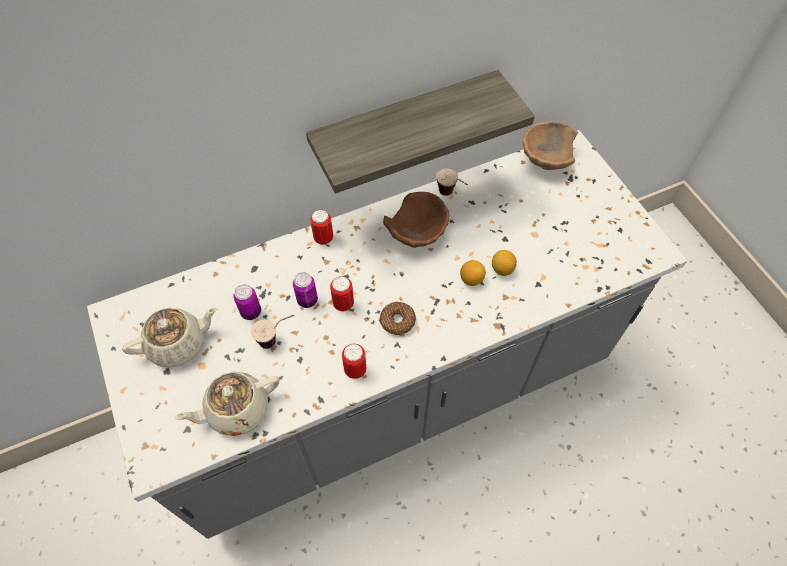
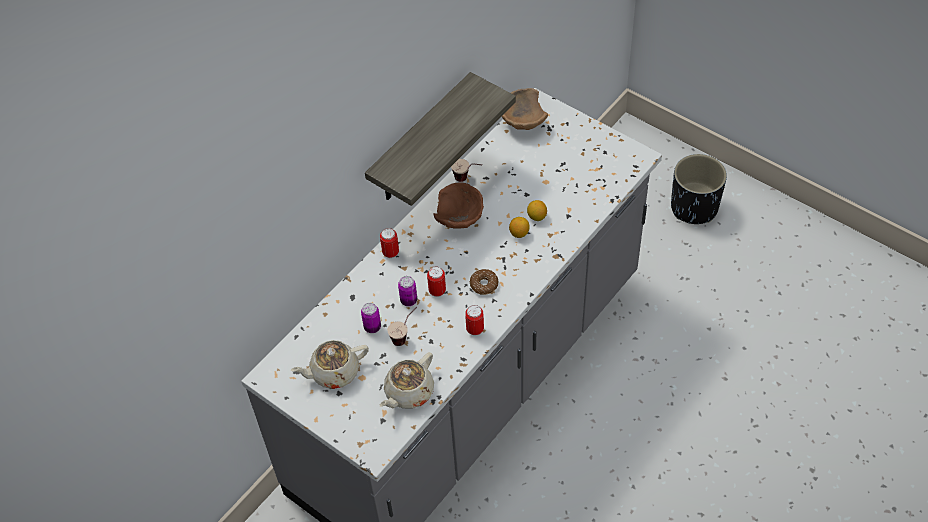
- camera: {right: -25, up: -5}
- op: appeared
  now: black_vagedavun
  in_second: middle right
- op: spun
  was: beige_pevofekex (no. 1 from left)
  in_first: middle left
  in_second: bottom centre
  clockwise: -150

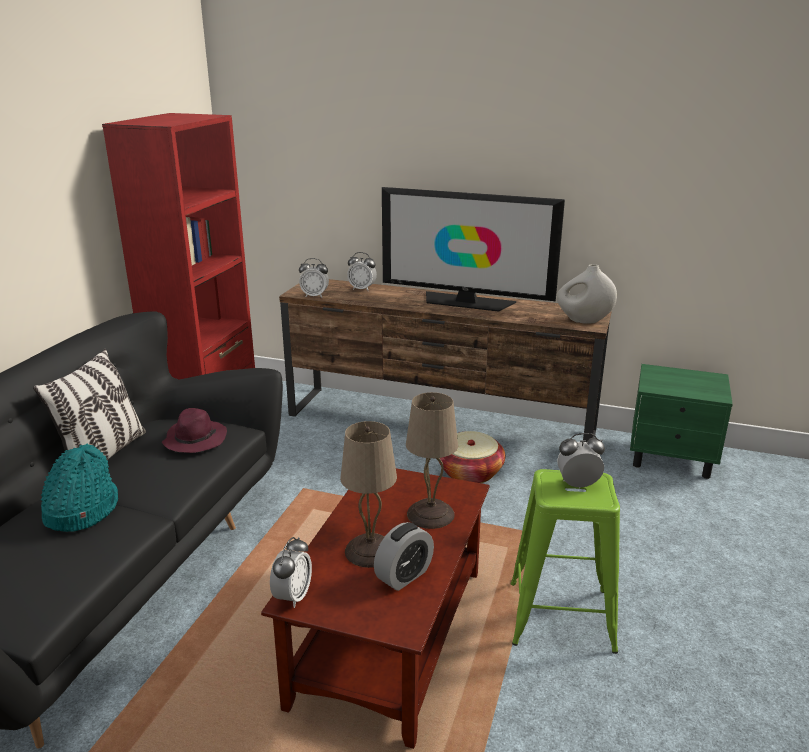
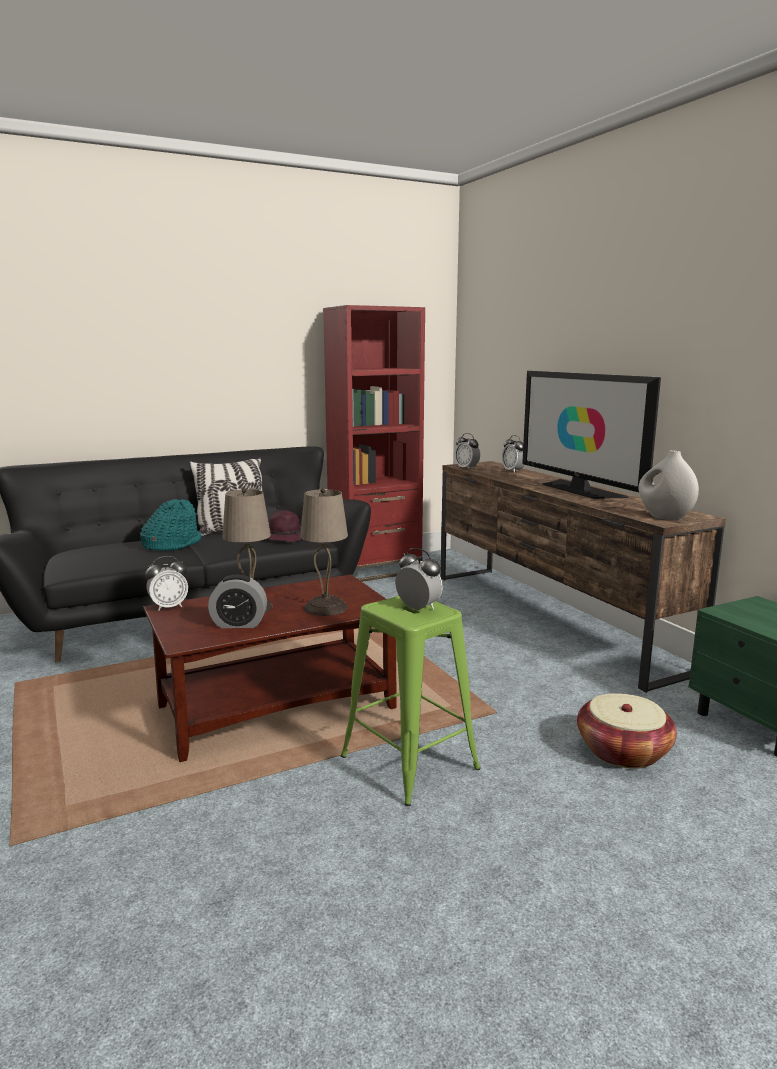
- camera: {right: 45, up: -10}
- op: relocated
  was: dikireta
  in_first: centre
  in_second: bottom right

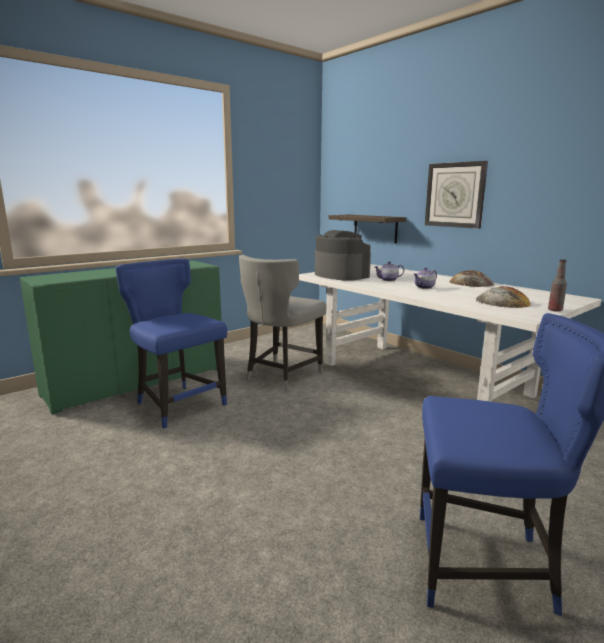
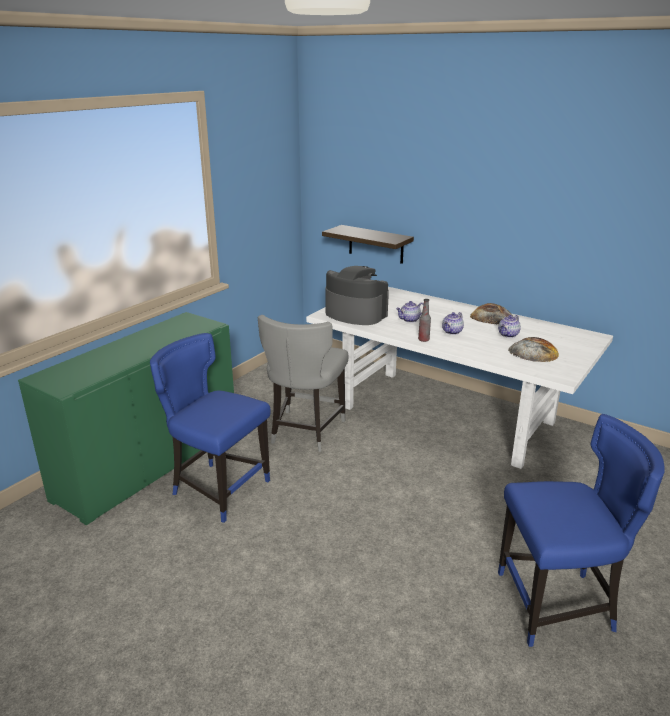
- camera: {right: -15, up: 10}
- op: missing
  was: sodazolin
  in_first: top right
- op: appeared
  now: pevofekex (no. 3 from left)
  in_second: middle right
- op: relocated
  was: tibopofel
  in_first: middle right
  in_second: centre

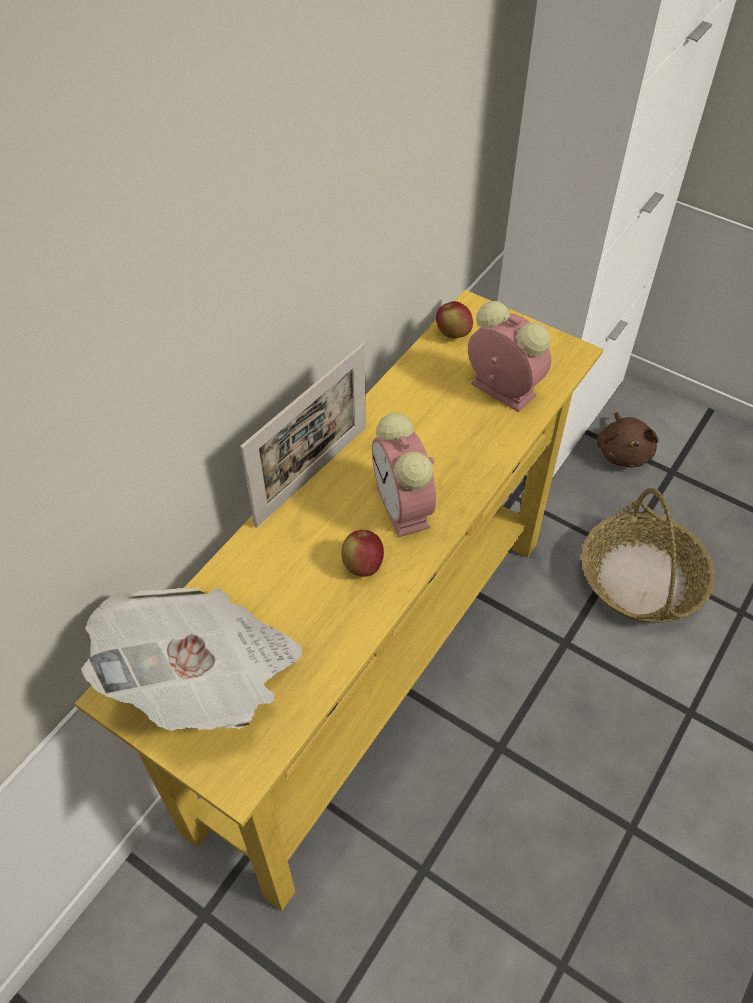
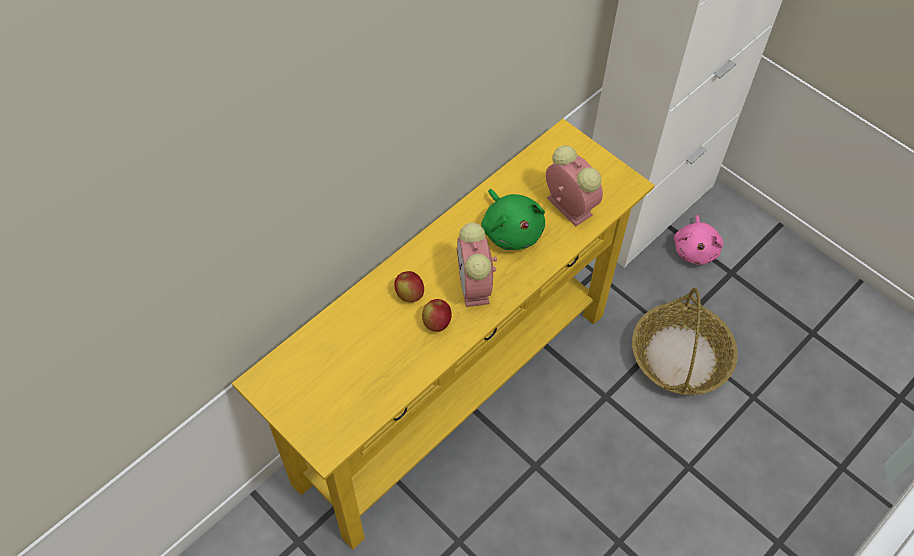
- camera: {right: 10, up: 5}
- op: missing
  was: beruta
  in_first: middle left
- op: missing
  was: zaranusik
  in_first: centre
- op: appeared
  now: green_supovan
  in_second: centre
- op: relocated
  was: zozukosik (no. 2 from left in the first image)
  now: zozukosik (no. 1 from left)
  in_first: top centre
  in_second: centre
- op: colour
  was: brown_supovan
  now: pink_supovan
  in_first: middle right
  in_second: middle right

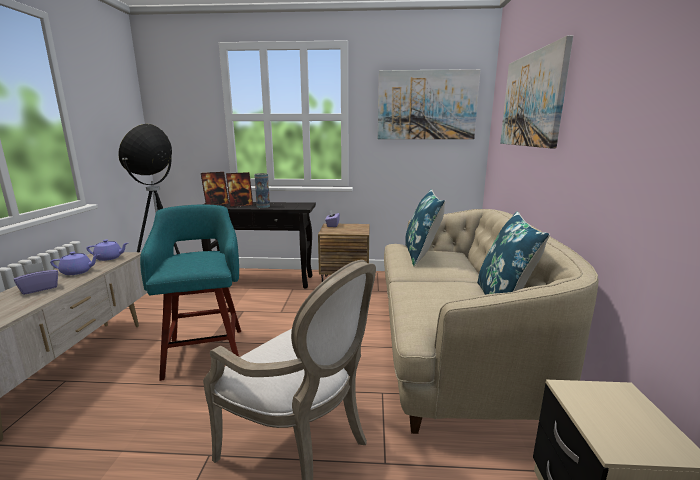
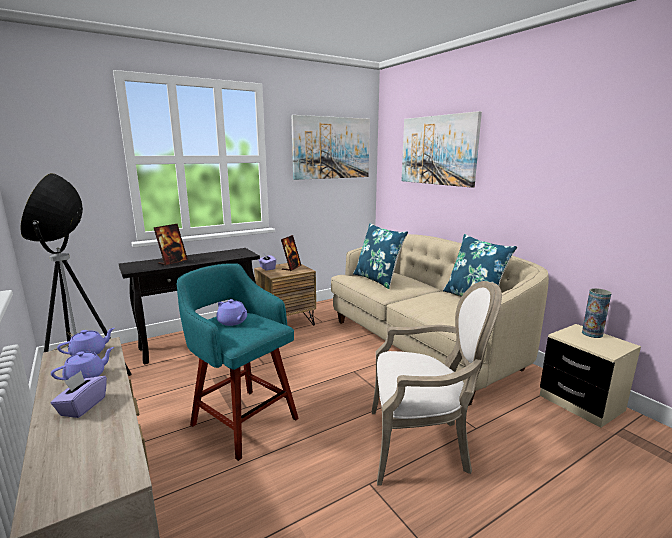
- camera: {right: -35, up: 0}
- op: appeared
  now: purple_pevofekex (no. 3 from left)
  in_second: centre
- op: relocated
  was: zaranusik (no. 1 from left in the first image)
  now: zaranusik (no. 2 from left)
  in_first: middle left
  in_second: centre
- op: relocated
  was: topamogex
  in_first: centre
  in_second: middle right

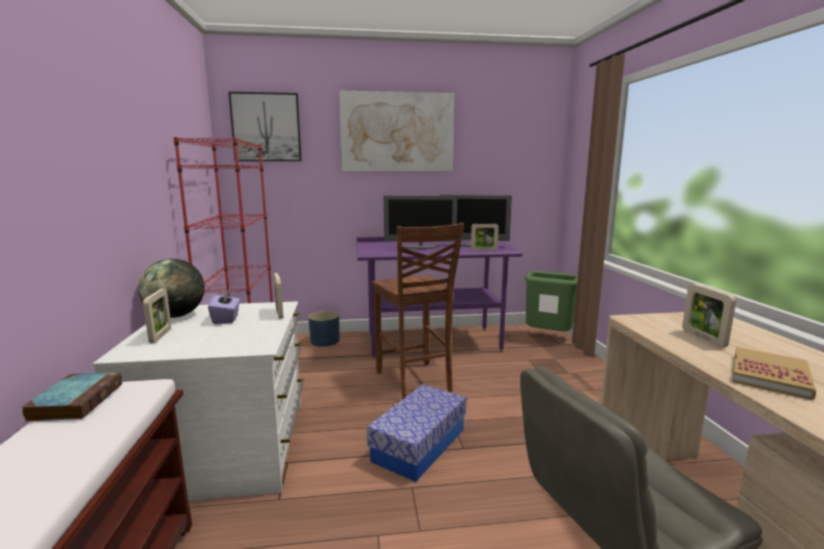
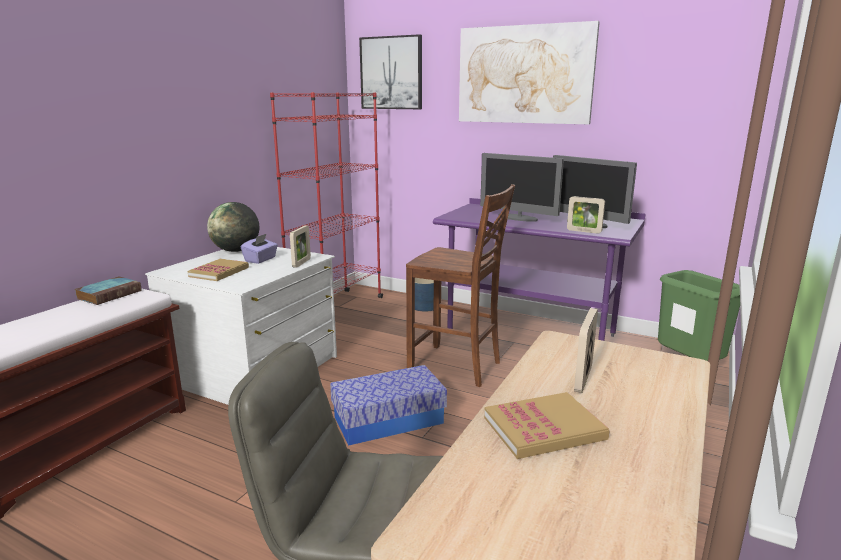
- camera: {right: 35, up: 5}
- op: missing
  was: zaranusik (no. 1 from left)
  in_first: middle left
- op: appeared
  now: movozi (no. 2 from left)
  in_second: middle left
- op: spun
  was: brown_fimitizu
  in_first: centre
  in_second: centre
  clockwise: -75

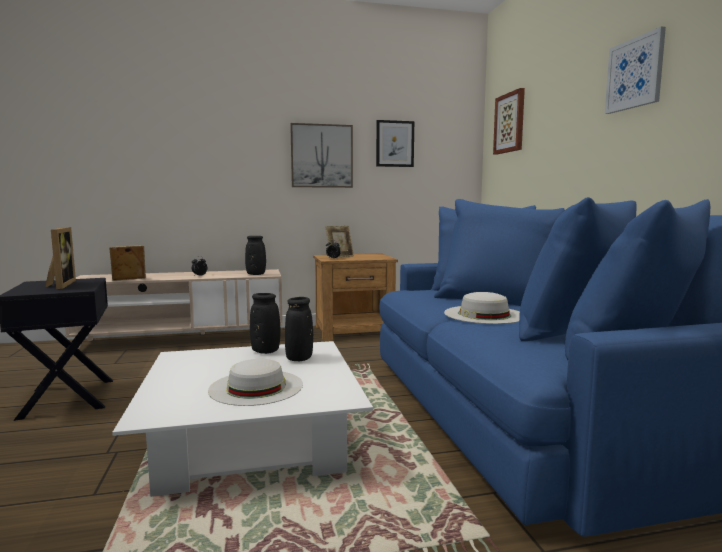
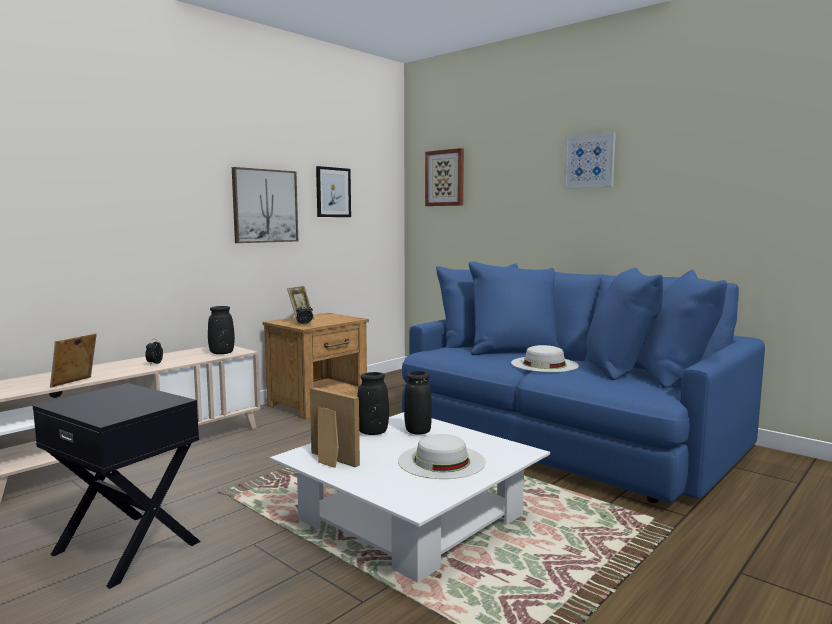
- camera: {right: -35, up: 0}
- op: relocated
  was: zaranusik (no. 1 from left in the first image)
  now: zaranusik (no. 3 from left)
  in_first: middle left
  in_second: bottom centre

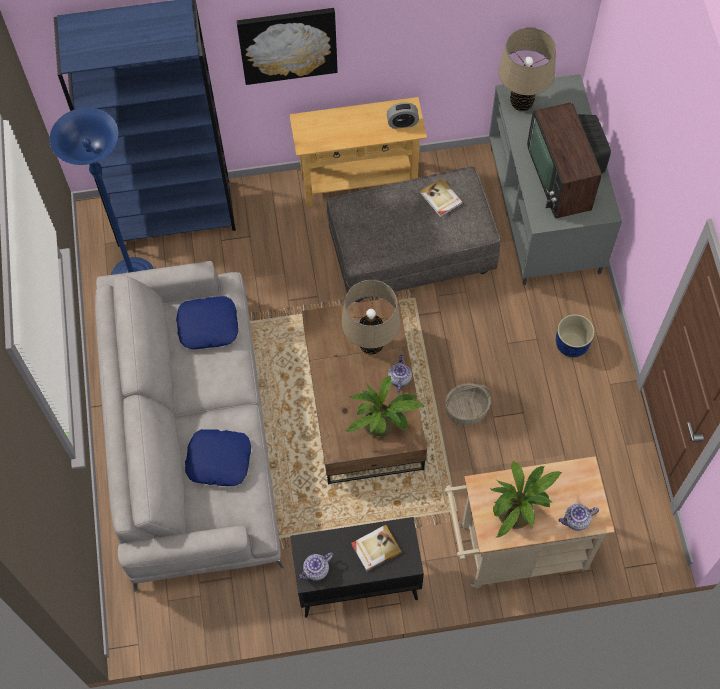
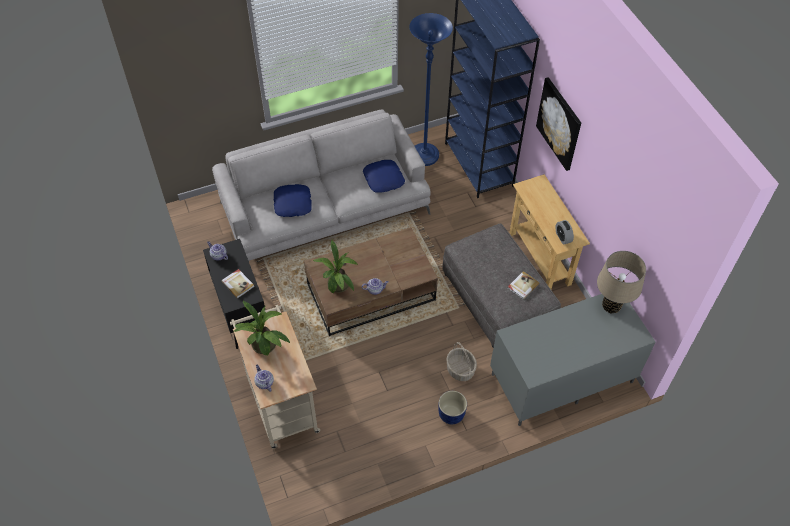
- camera: {right: 75, up: -10}
- op: missing
  was: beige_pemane (no. 1 from left)
  in_first: centre
- op: missing
  was: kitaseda
  in_first: top right
- op: relocated
  was: dikireta
  in_first: centre
  in_second: bottom centre

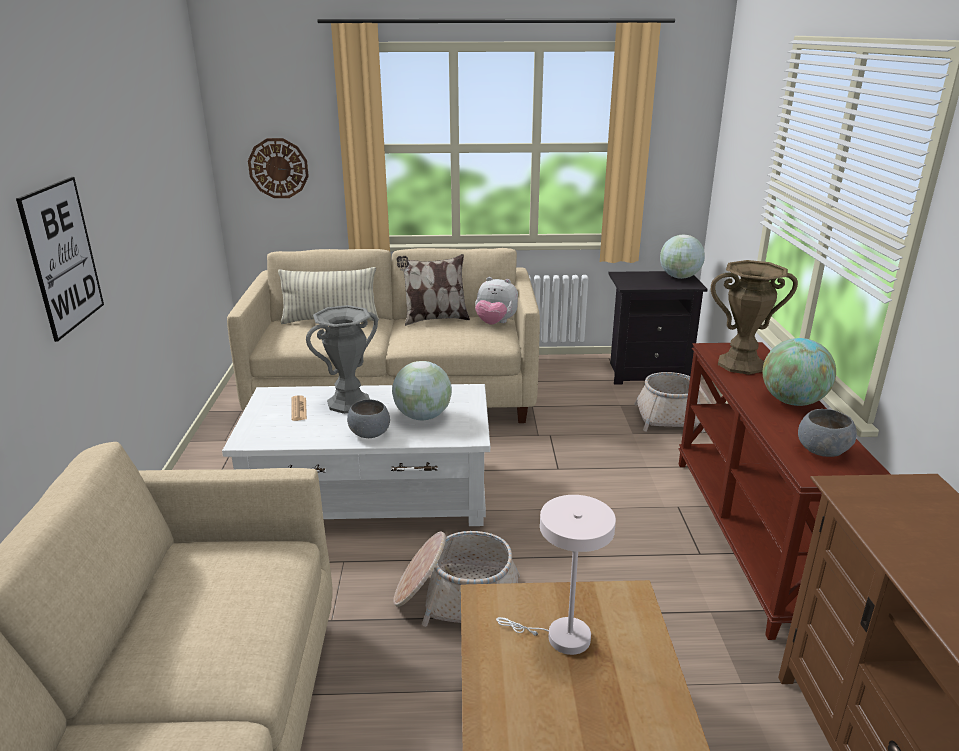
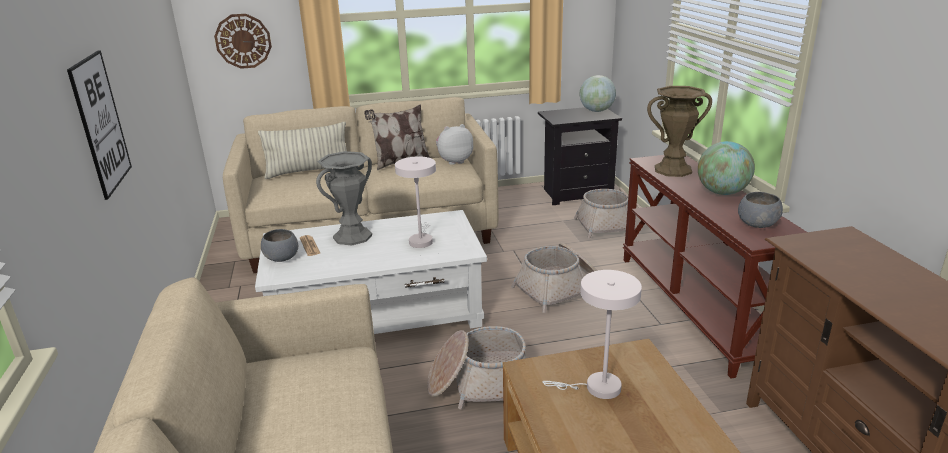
- camera: {right: -10, up: 0}
- op: appeared
  now: dikireta (no. 2 from left)
  in_second: centre
- op: relocated
  was: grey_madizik (no. 1 from left)
  in_first: centre
  in_second: middle left
- op: exchanged
  was: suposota (no. 1 from left)
  now: white_pemane (no. 1 from left)
  in_first: centre
  in_second: centre
- op: spun
  was: supovan
  in_first: centre
  in_second: top centre
  clockwise: 150

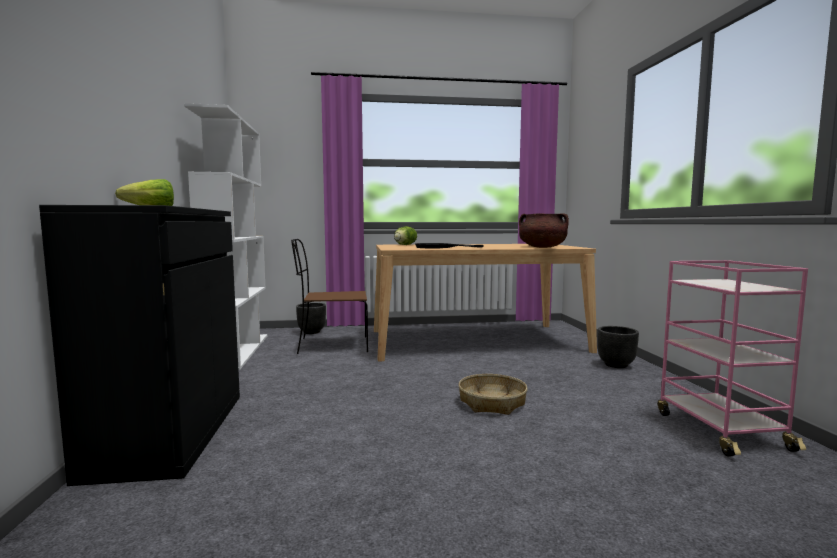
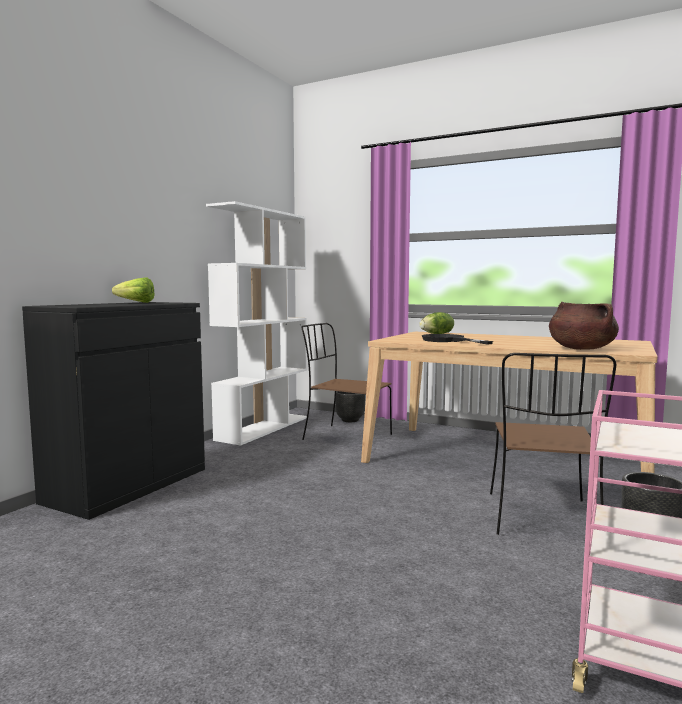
- camera: {right: 35, up: 0}
- op: missing
  was: dikireta
  in_first: bottom centre
- op: appeared
  now: brown_fimitizu (no. 2 from left)
  in_second: middle right

